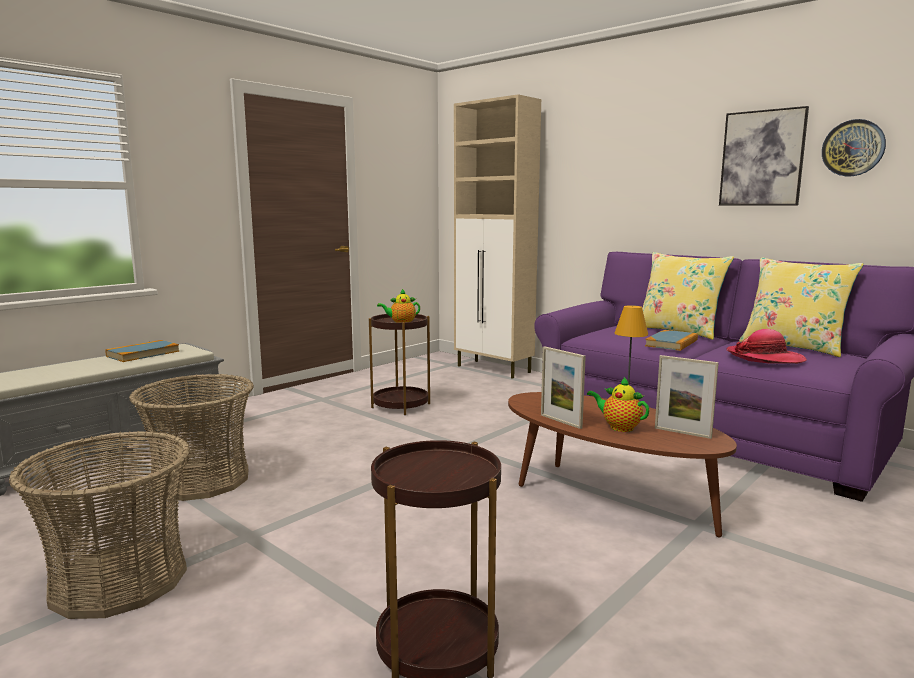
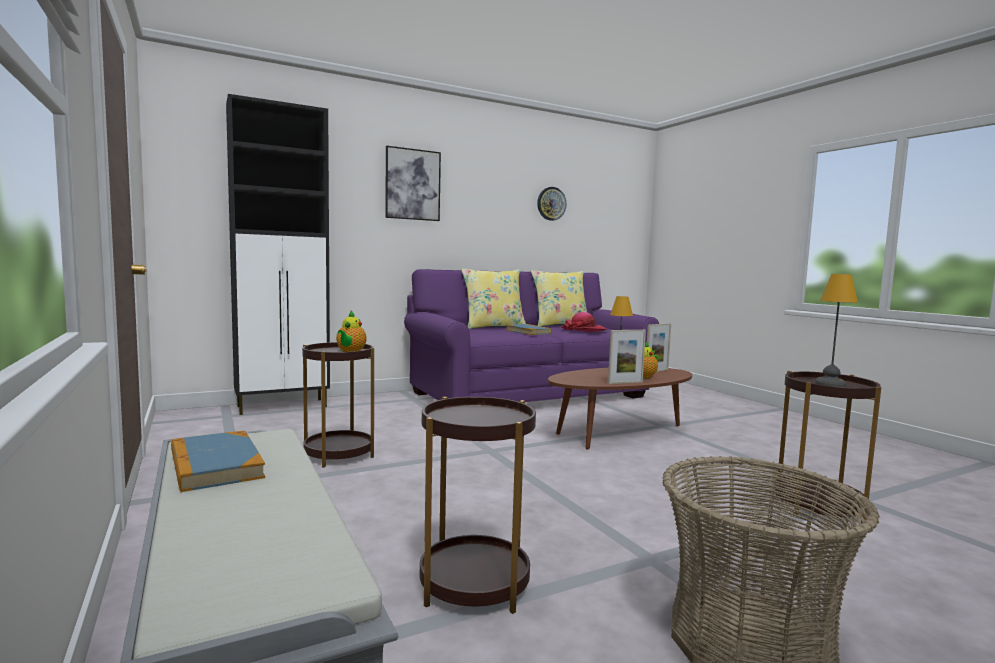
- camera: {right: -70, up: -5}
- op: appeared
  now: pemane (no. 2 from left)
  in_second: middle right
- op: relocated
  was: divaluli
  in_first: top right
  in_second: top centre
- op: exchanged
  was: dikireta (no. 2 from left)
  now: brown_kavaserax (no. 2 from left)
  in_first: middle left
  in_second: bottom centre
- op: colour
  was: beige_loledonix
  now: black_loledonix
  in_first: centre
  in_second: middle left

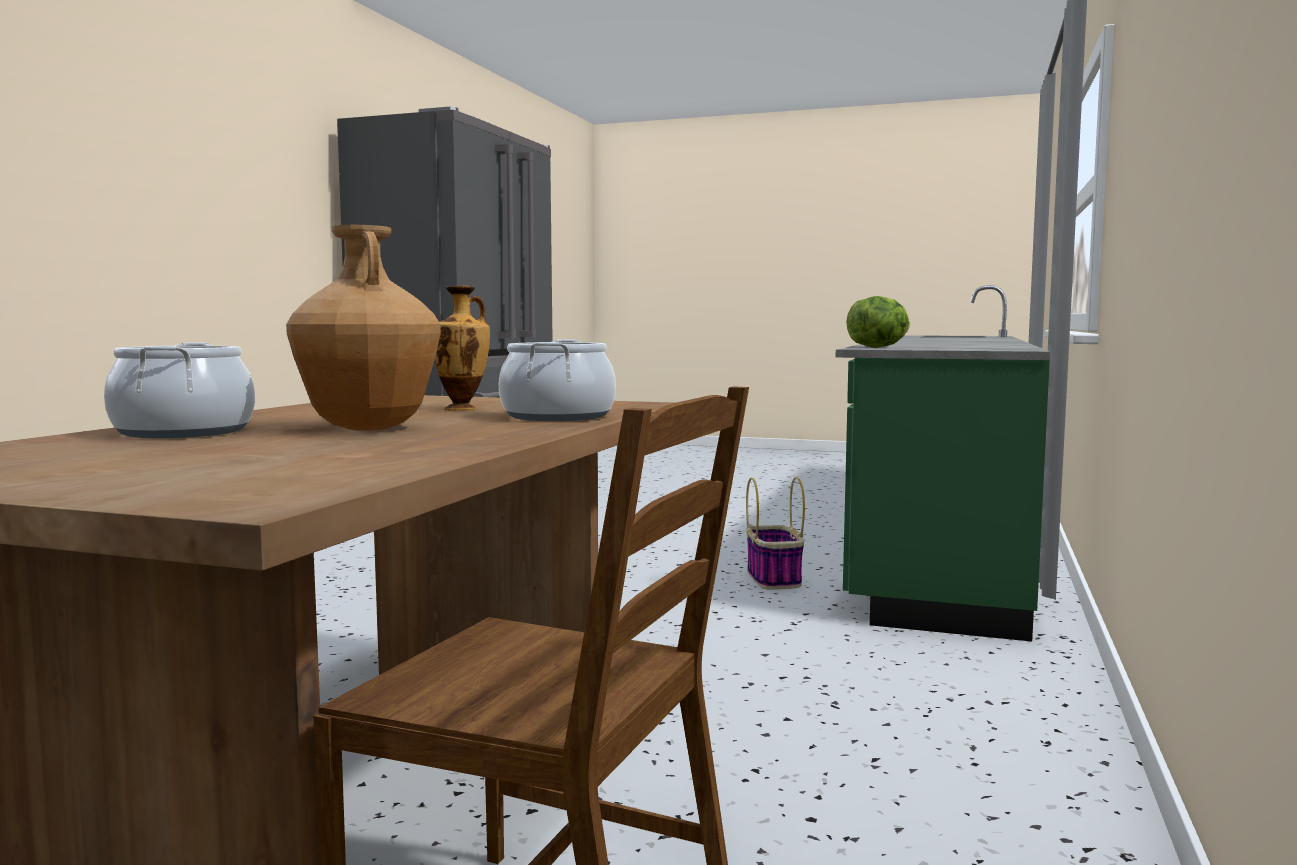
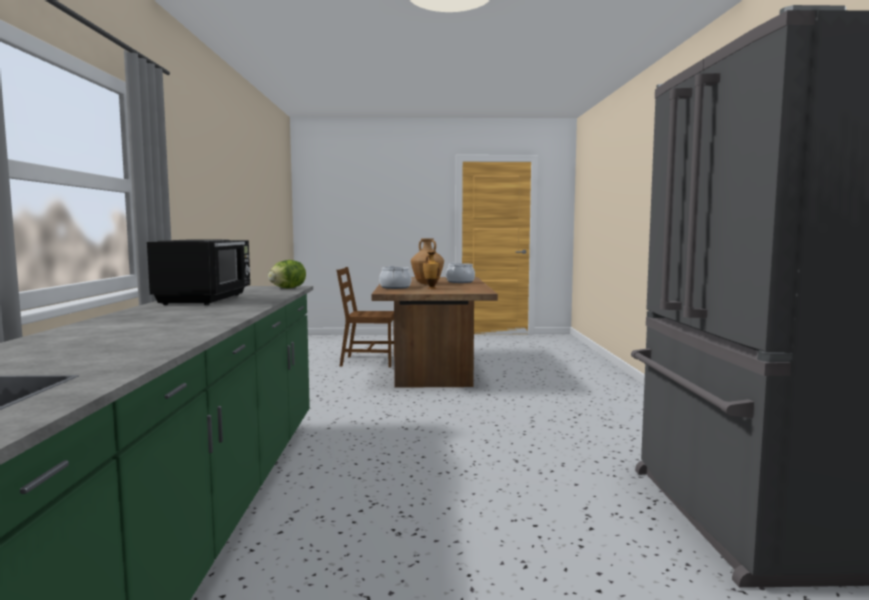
- camera: {right: 160, up: 0}
- op: missing
  was: dikireta
  in_first: centre
- op: appeared
  now: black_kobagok
  in_second: middle left

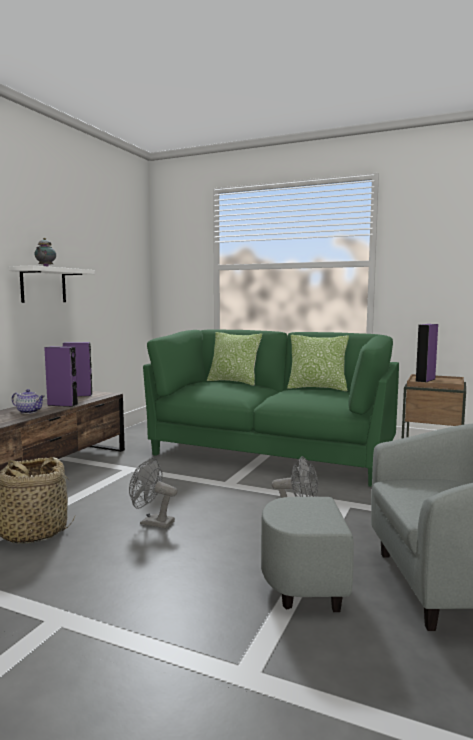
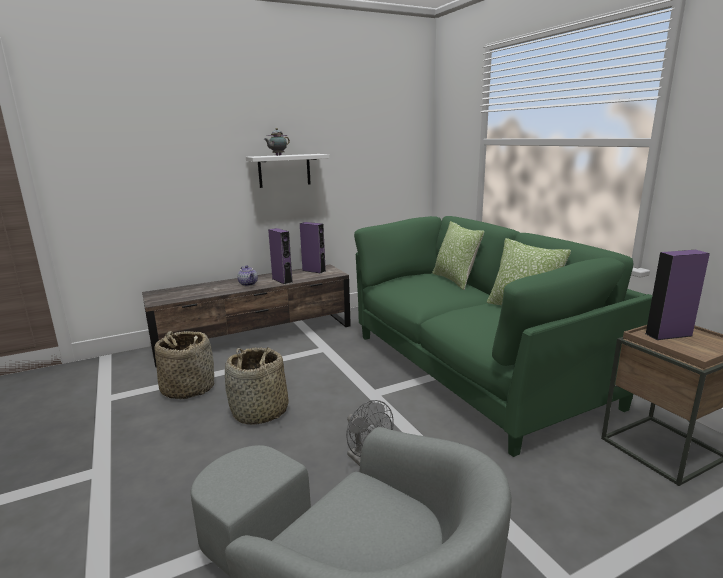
- camera: {right: 40, up: 10}
- op: exchanged
  was: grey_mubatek (no. 1 from left)
  now: dikireta (no. 2 from left)
  in_first: middle left
  in_second: bottom centre

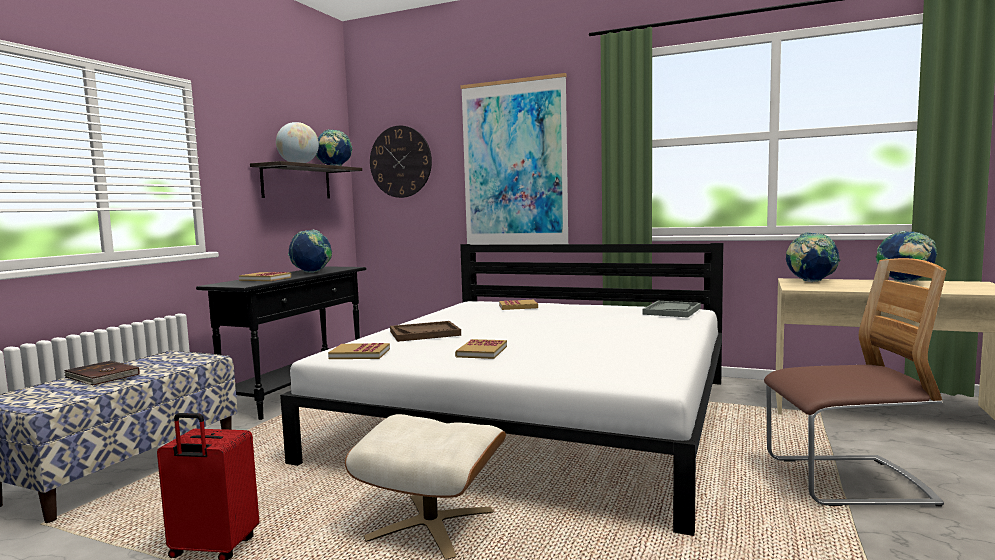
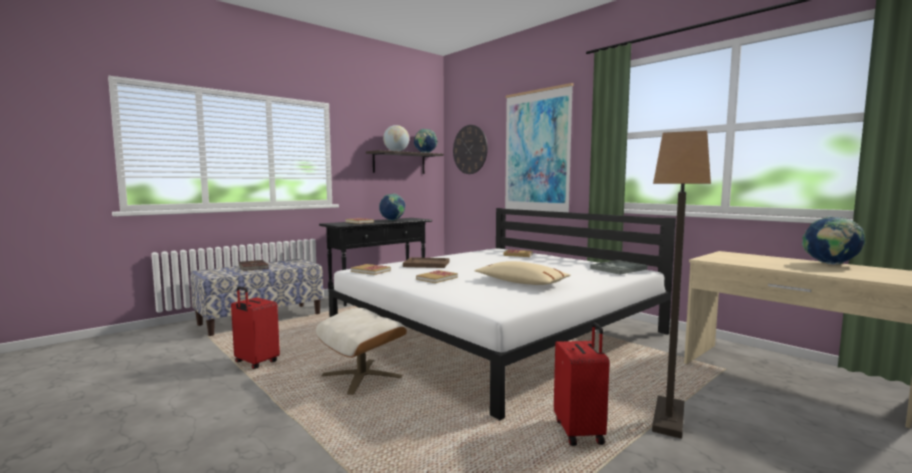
- camera: {right: 25, up: 0}
- op: missing
  was: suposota (no. 4 from left)
  in_first: middle right
- op: appeared
  now: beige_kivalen
  in_second: centre
- op: appeared
  now: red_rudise (no. 2 from left)
  in_second: bottom centre
- op: exchanged
  was: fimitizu
  now: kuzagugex
  in_first: bottom right
  in_second: middle right

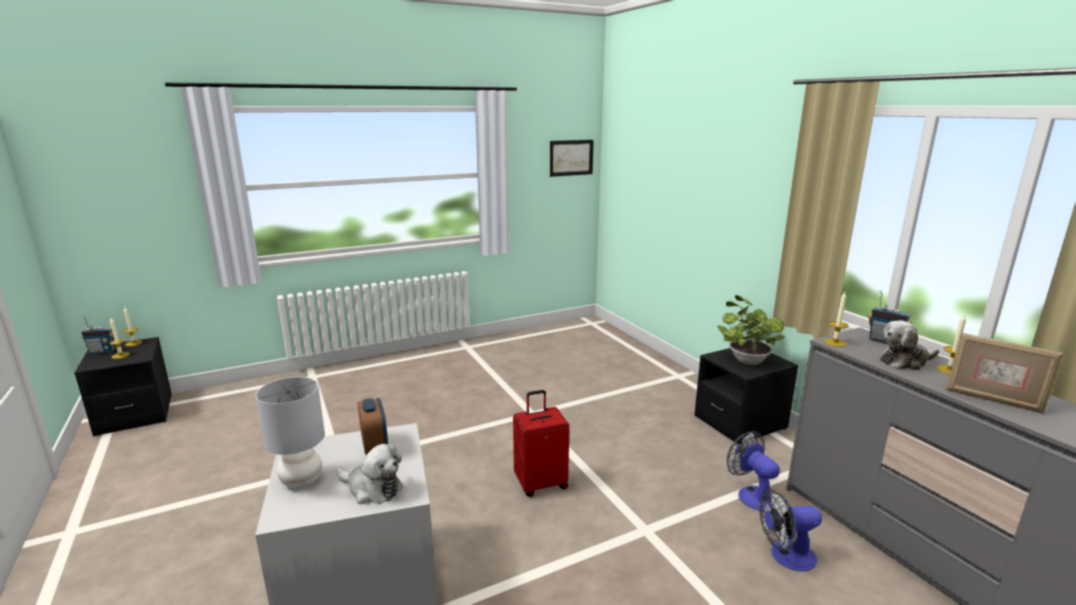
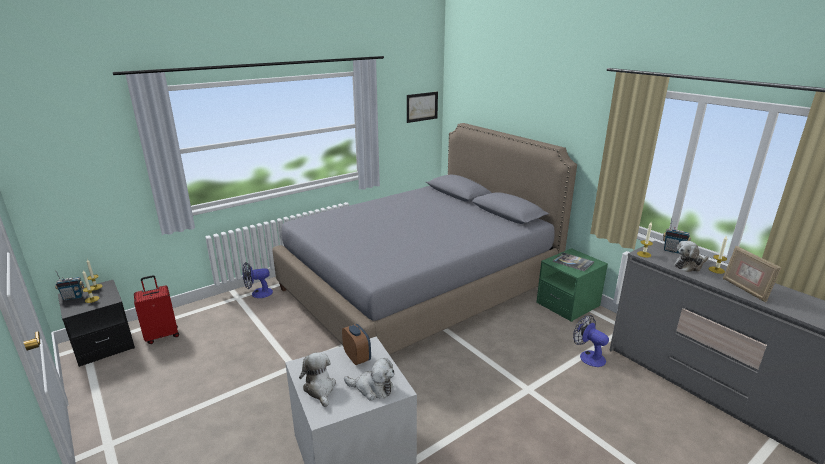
- camera: {right: -10, up: 5}
- op: appeared
  now: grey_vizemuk
  in_second: centre
- op: relocated
  was: red_rudise
  in_first: bottom centre
  in_second: middle left
- op: relocated
  was: mubatek (no. 2 from left in the first image)
  now: mubatek (no. 1 from left)
  in_first: bottom right
  in_second: middle left
- op: exchanged
  was: grey_pemane
  now: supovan (no. 1 from left)
  in_first: bottom left
  in_second: bottom centre
- op: exchanged
  was: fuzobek
  now: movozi
  in_first: middle right
  in_second: middle right
- op: colour
  was: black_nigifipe (no. 2 from left)
  now: green_nigifipe
  in_first: middle right
  in_second: middle right
- op: spun
  was: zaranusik
  in_first: middle right
  in_second: middle right
  clockwise: 45

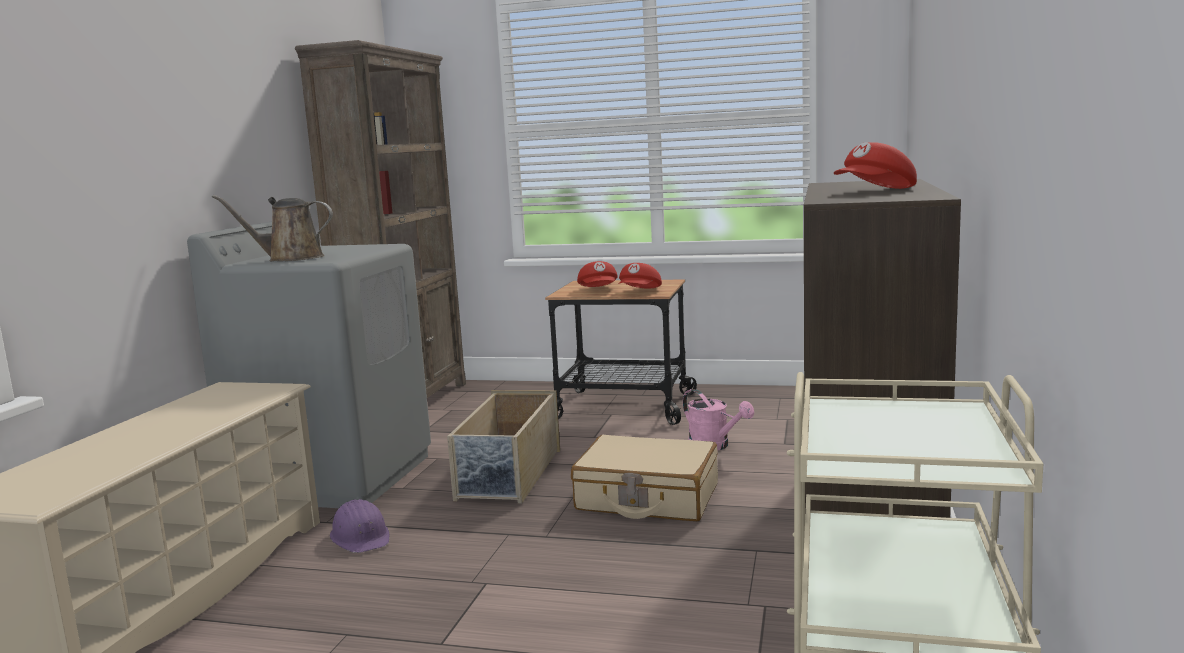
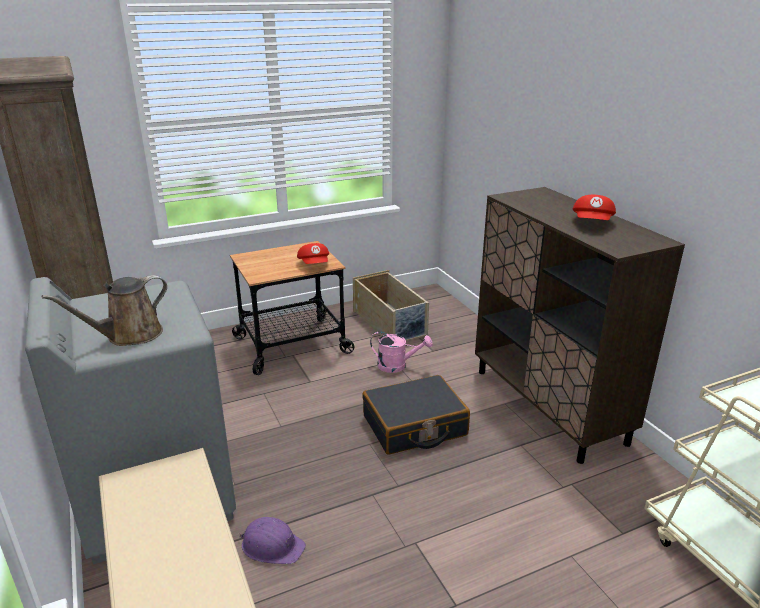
- camera: {right: -40, up: 15}
- op: missing
  was: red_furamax (no. 1 from left)
  in_first: centre
- op: relocated
  was: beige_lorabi
  in_first: bottom centre
  in_second: centre
- op: colour
  was: beige_rudise
  now: black_rudise
  in_first: bottom centre
  in_second: bottom centre

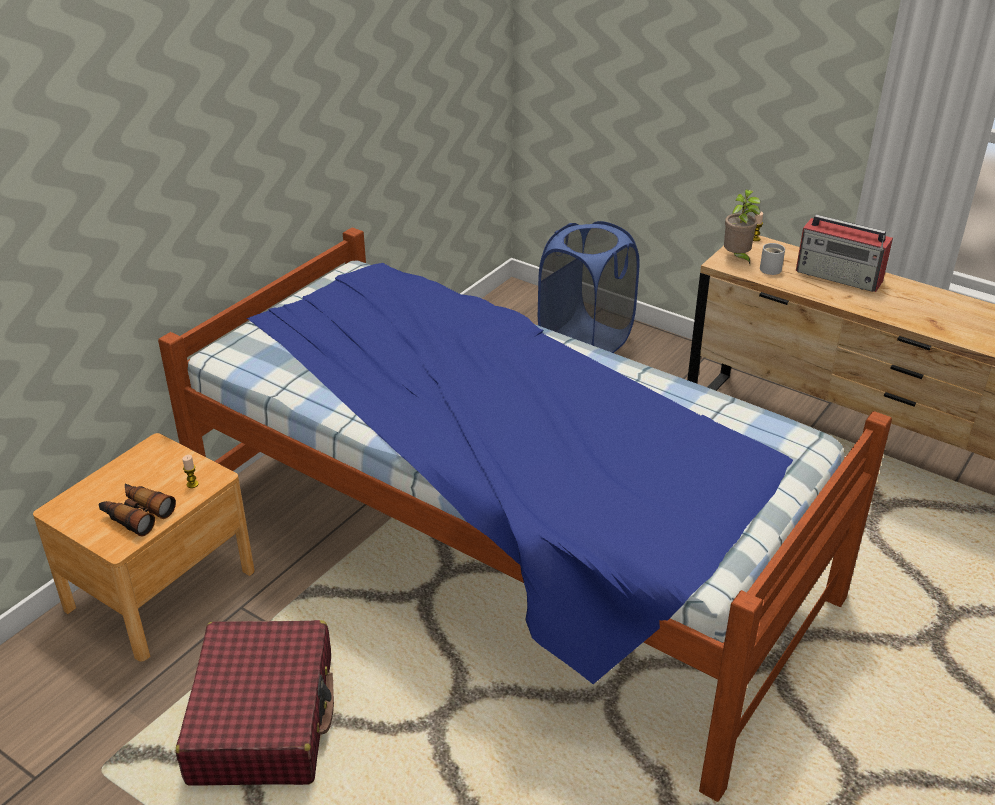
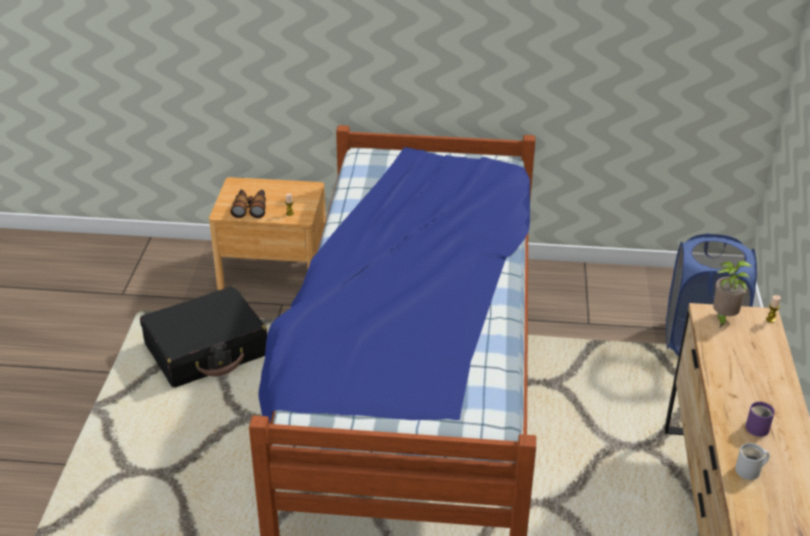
- camera: {right: 60, up: 0}
- op: missing
  was: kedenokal
  in_first: top right
- op: appeared
  now: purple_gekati
  in_second: bottom right
- op: relocated
  was: white_gekati
  in_first: top right
  in_second: bottom right
- op: colour
  was: red_rudise
  now: black_rudise
  in_first: bottom left
  in_second: middle left

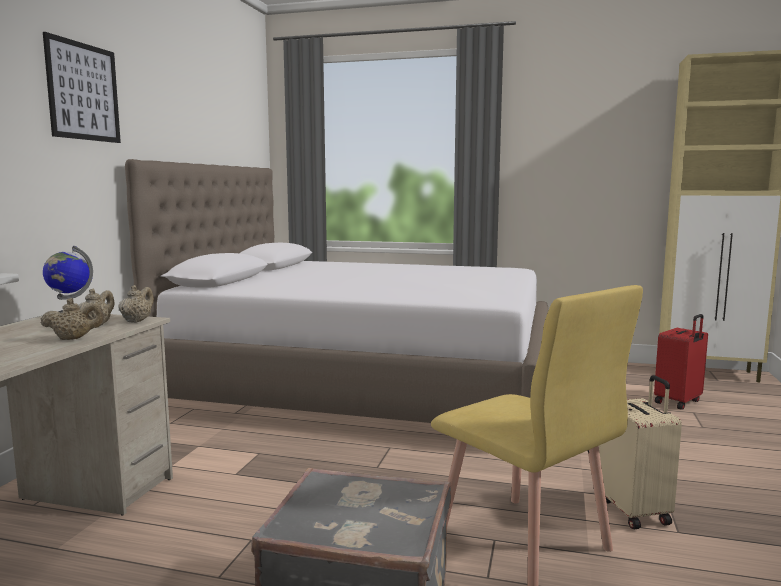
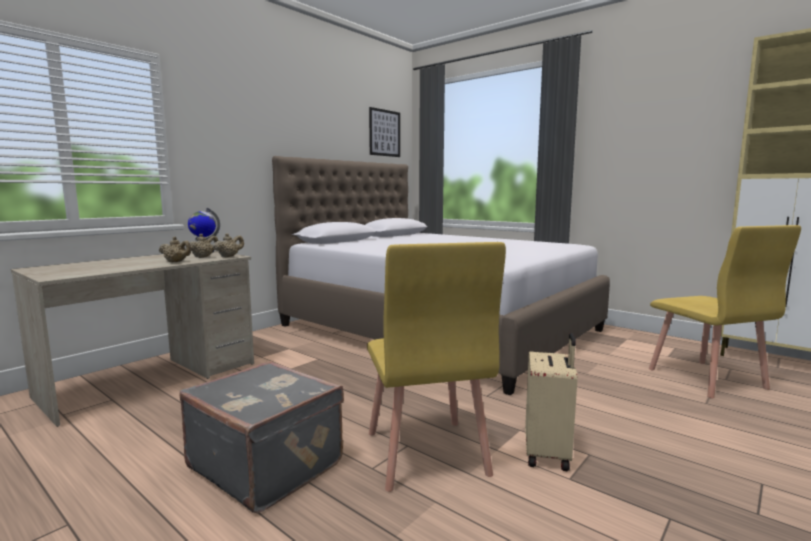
- camera: {right: 25, up: 0}
- op: relocated
  was: divaluli
  in_first: top left
  in_second: top centre
- op: exchanged
  was: red_rudise
  now: yellow_fimitizu (no. 2 from left)
  in_first: middle right
  in_second: middle right

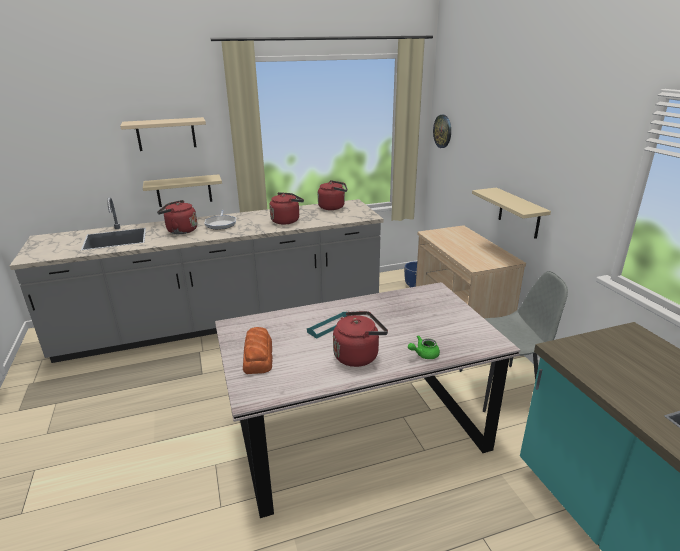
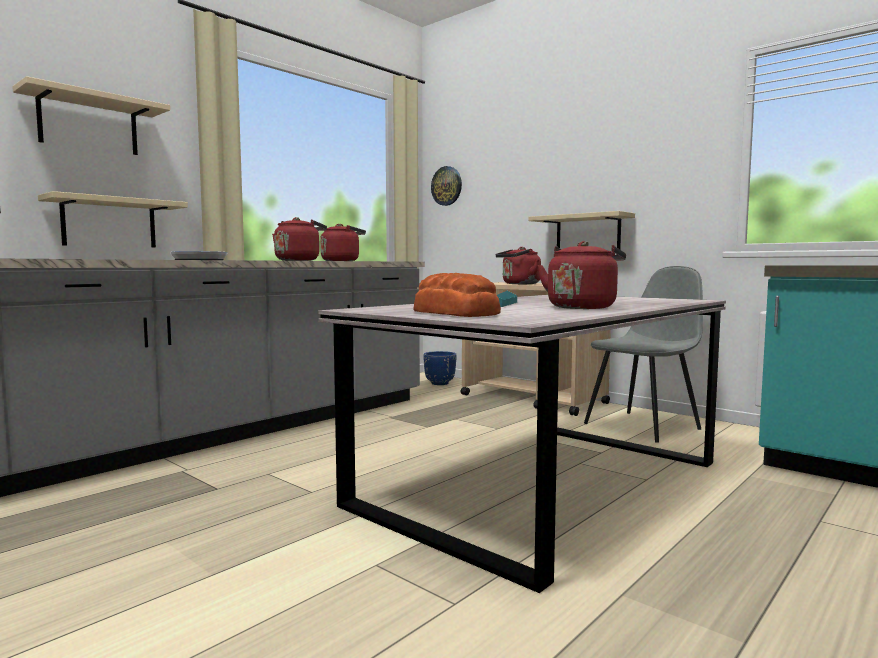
- camera: {right: -30, up: -20}
- op: missing
  was: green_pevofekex
  in_first: centre
- op: relocated
  was: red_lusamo (no. 1 from left in the first image)
  now: red_lusamo (no. 3 from left)
  in_first: middle left
  in_second: centre

